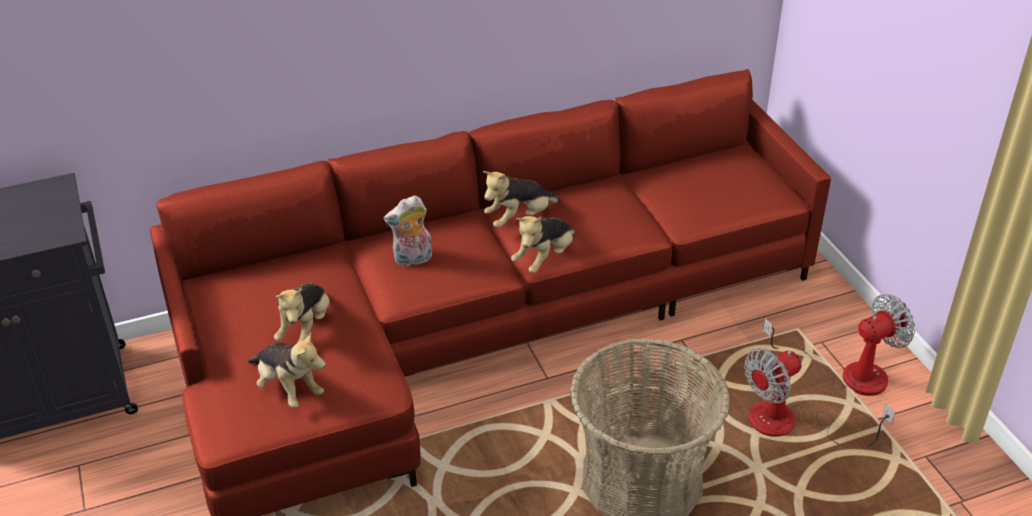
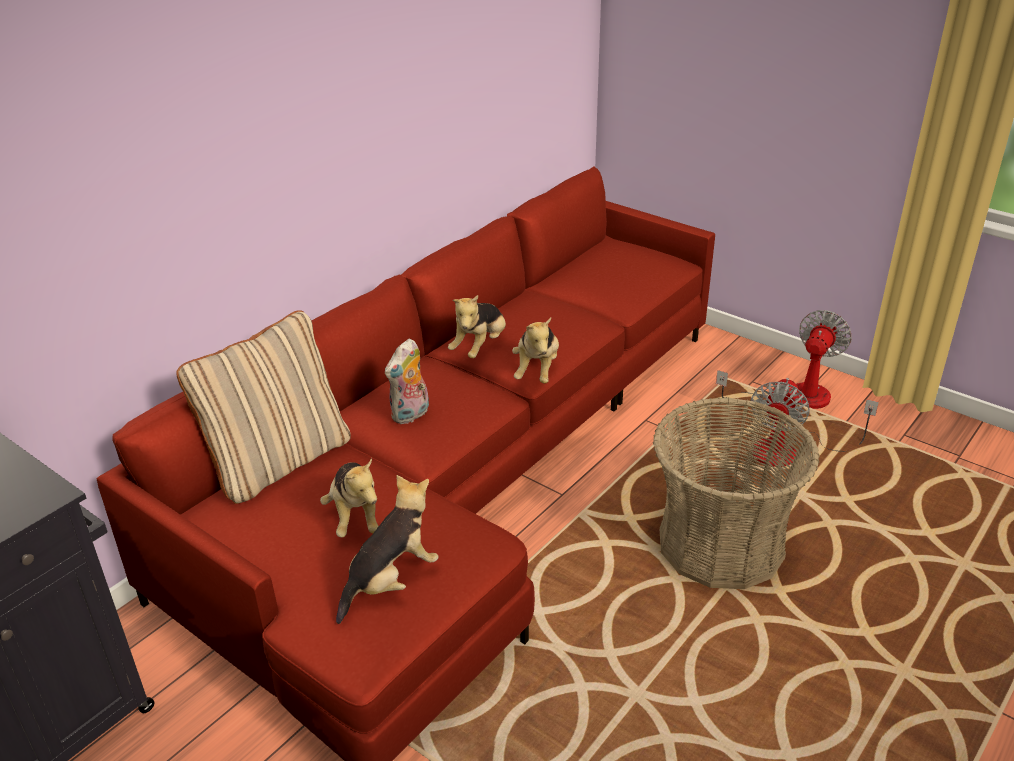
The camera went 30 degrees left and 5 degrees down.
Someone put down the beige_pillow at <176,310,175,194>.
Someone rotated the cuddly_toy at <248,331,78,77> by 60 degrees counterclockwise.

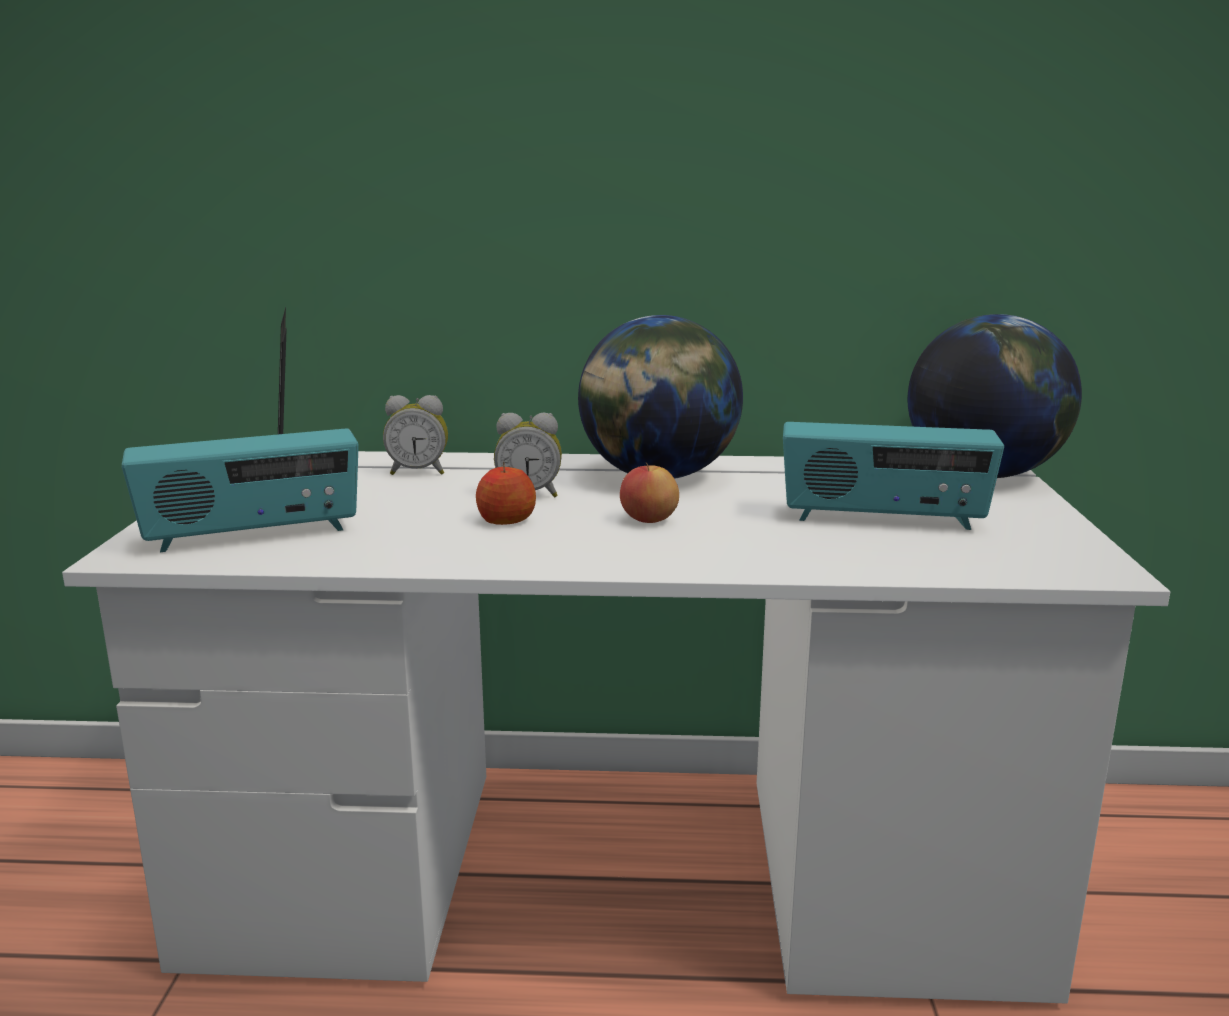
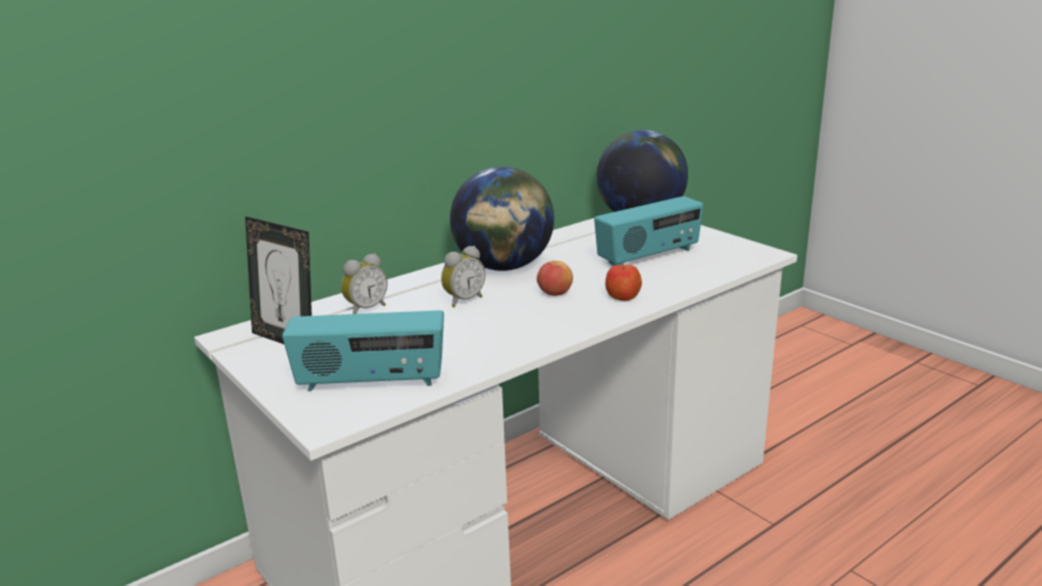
The camera went 40 degrees left and 5 degrees up.
Someone rotated the radio_receiver at <122,429,237,123> by 60 degrees clockwise.
Someone carried the whole_apple from <476,462,60,63> to <605,263,37,38>.

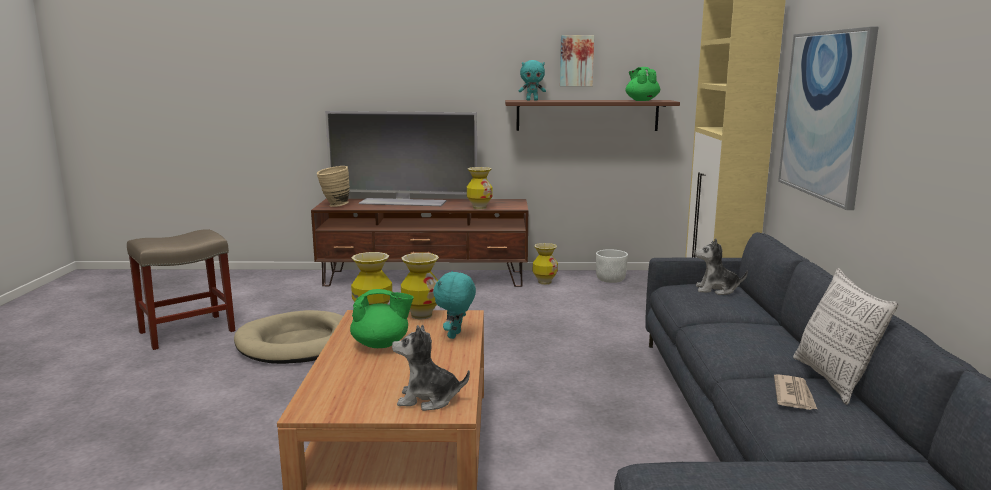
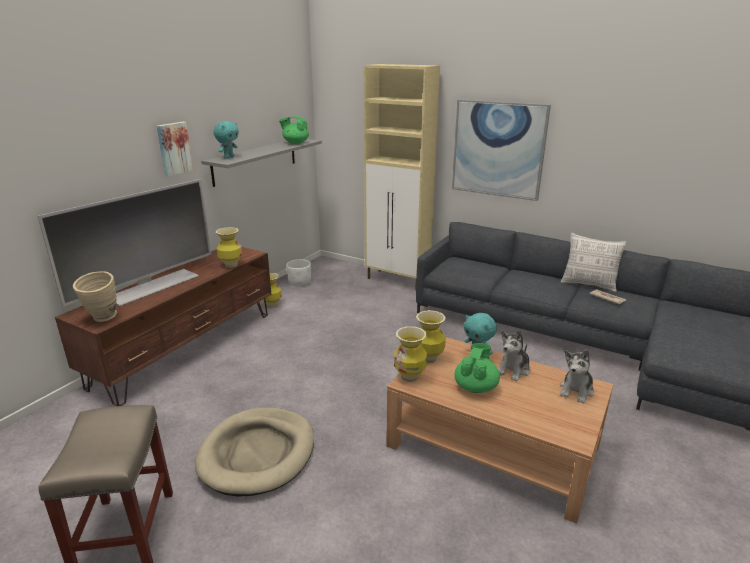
The camera went 60 degrees left and 10 degrees up.
Someone carried the picture from <560,35,34,51> to <157,122,36,54>.
Someone repainted the brown-coloured_shelf at <505,100,175,31>, which became the gray_shelf at <201,139,121,48>.
Someone carried the cuddly_toy from <695,239,53,56> to <498,331,32,50>.

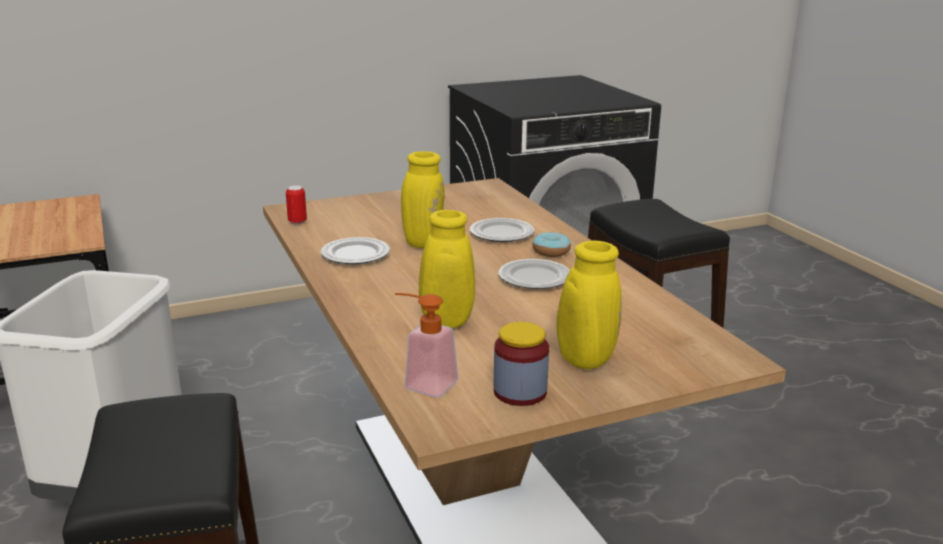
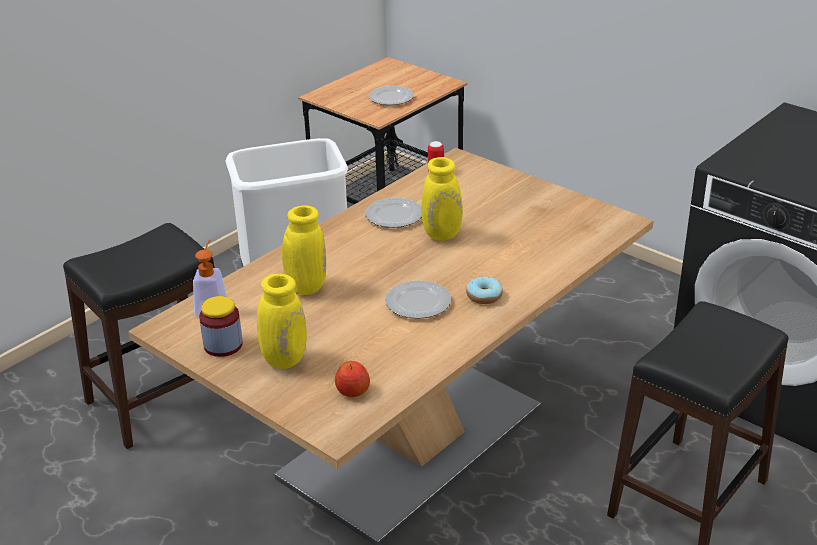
The camera went 65 degrees right and 10 degrees up.
Someone put down the whole_apple at <335,361,35,36>.
Someone carried the plate from <470,218,65,24> to <369,86,45,19>.

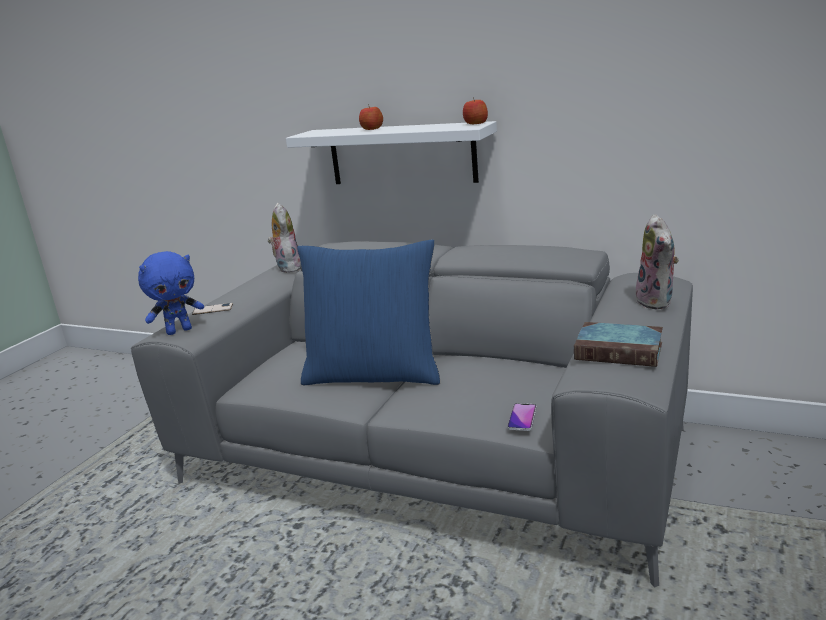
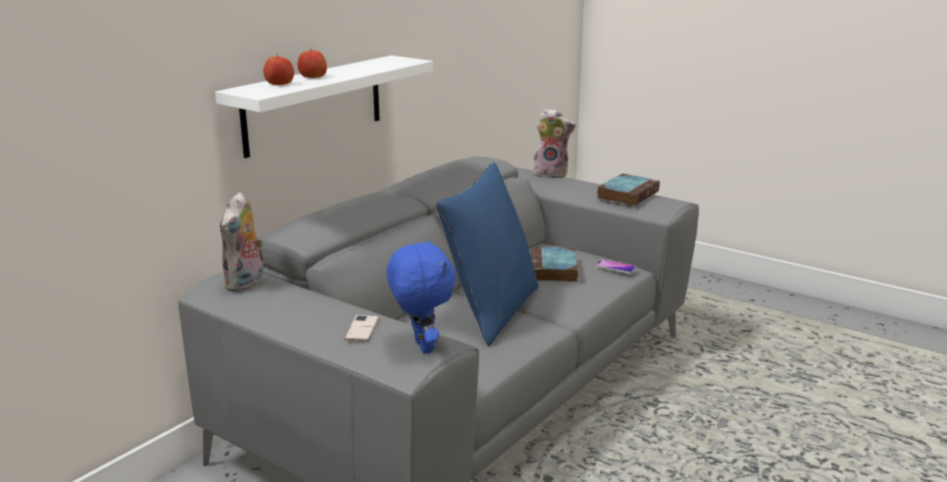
The camera went 80 degrees left and 0 degrees up.
Someone rotated the cuddly_toy at <268,203,33,70> by 75 degrees counterclockwise.
Someone carried the whole_apple from <463,97,25,27> to <263,54,31,31>.
Someone put down the bound_book at <531,247,47,35>.

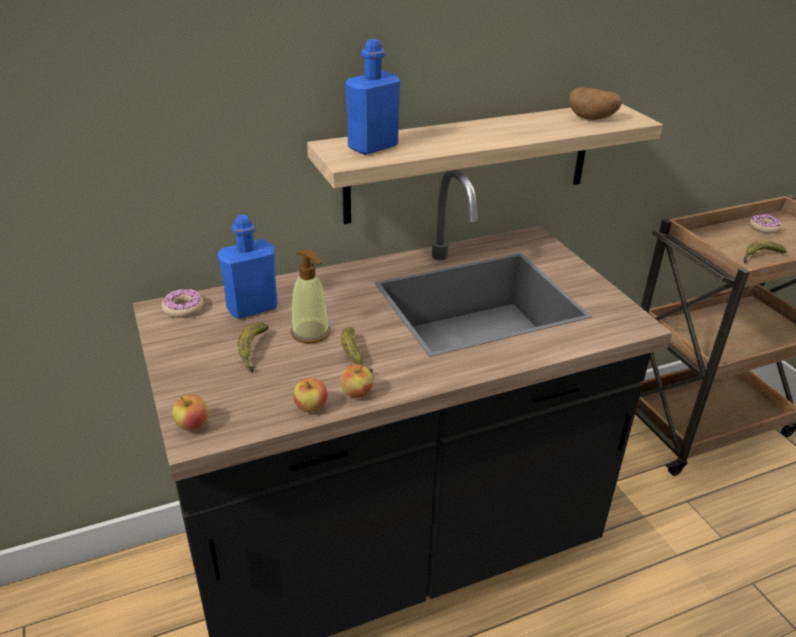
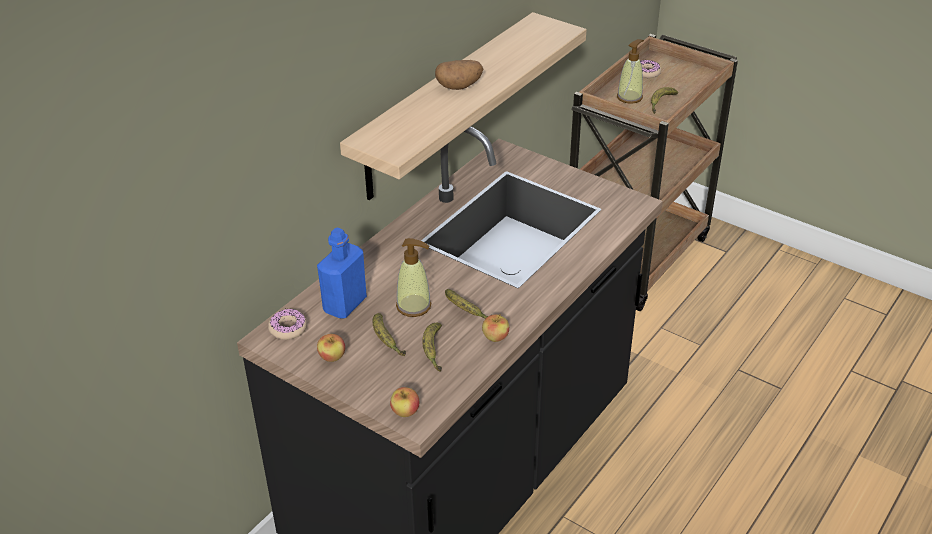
The camera went 30 degrees left and 5 degrees up.
Someone carried the whole_apple from <293,378,35,34> to <317,334,28,28>.
Someone put down the whole_banana at <422,322,20,50>.
Someone carried the spud from <568,87,54,33> to <435,60,49,30>.
Someone put down the soap_bottle at <617,39,27,65>.
Someone took away the bluish_beverage_bottle at <345,39,55,116>.

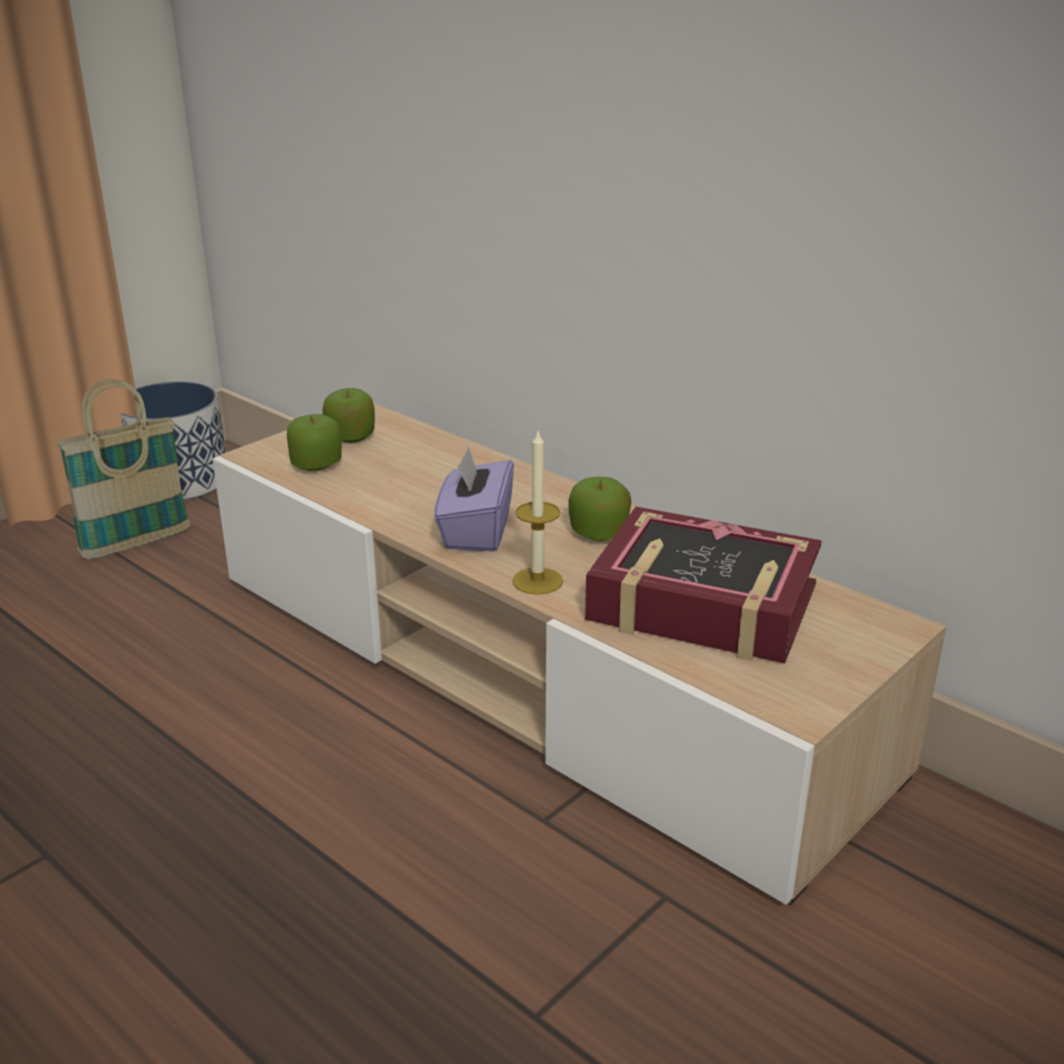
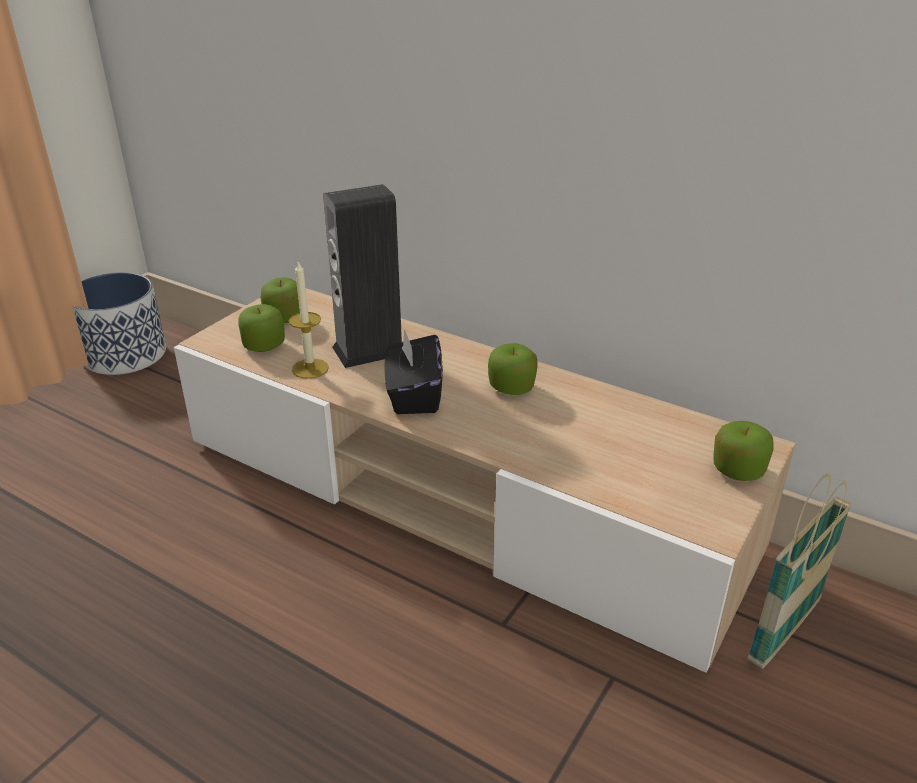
The camera went 10 degrees left and 5 degrees up.
Someone carried the candle from <512,431,51,164> to <289,260,40,119>.
Someone put down the audio_speaker at <323,184,79,184>.
Someone repainted the purple-coloured_box_of_tissues at <434,447,80,105>, which became the blackish_box_of_tissues at <384,329,59,85>.
Someone put down the whole_apple at <713,421,61,60>.
Someone carried the household_basket from <57,379,133,180> to <747,472,105,197>.
Someone took away the bound_book at <585,507,237,157>.

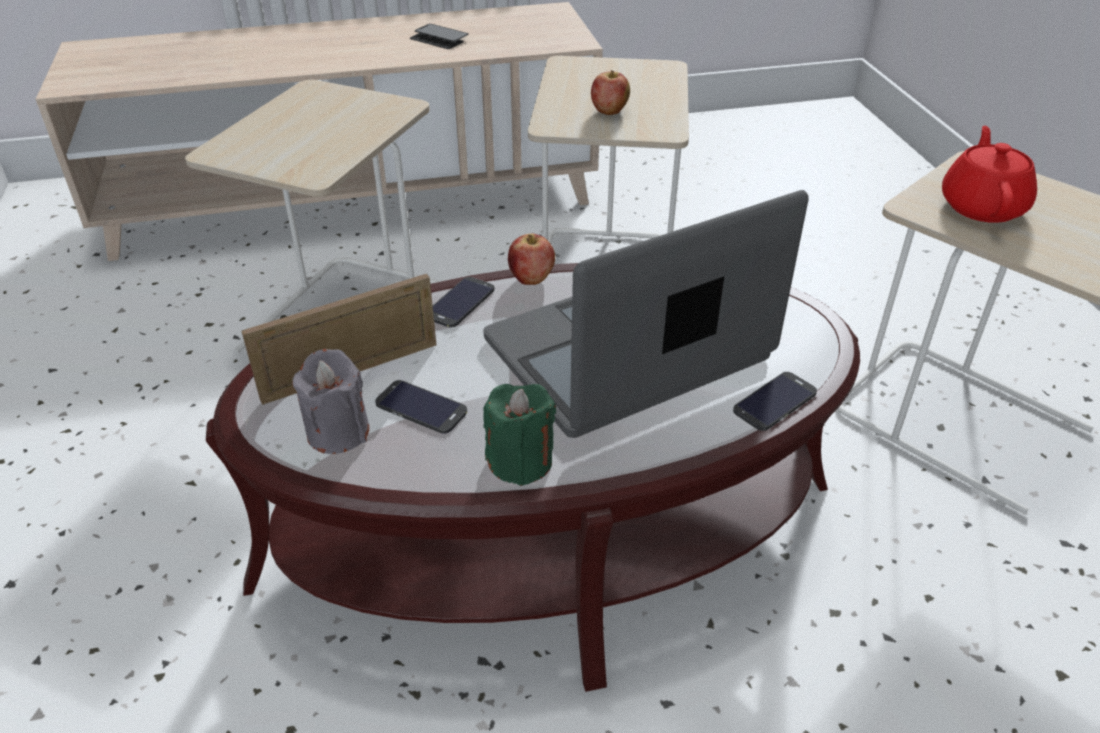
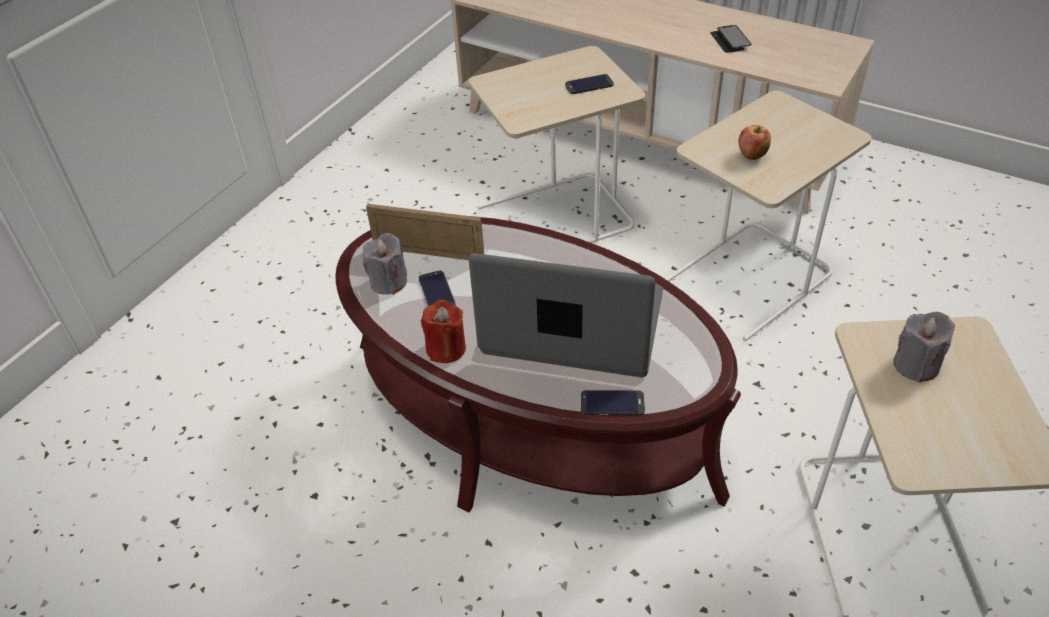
The camera went 45 degrees right and 5 degrees up.
Someone repainted the green-coloured_candle at <483,384,73,102>, which became the red-coloured_candle at <421,300,45,63>.
Someone carried the telephone from <433,277,61,51> to <565,74,49,20>.
Someone swapped the red-coloured_tea_pot at <942,126,95,97> for the gray_candle at <894,312,61,71>.
Someone took away the whole_apple at <508,234,47,51>.

